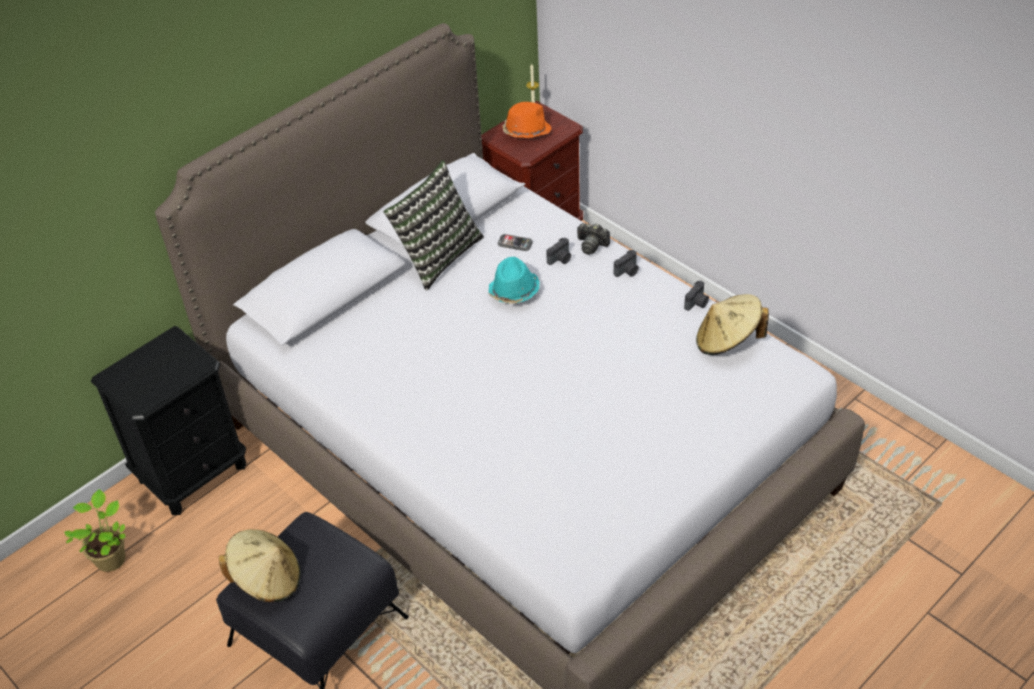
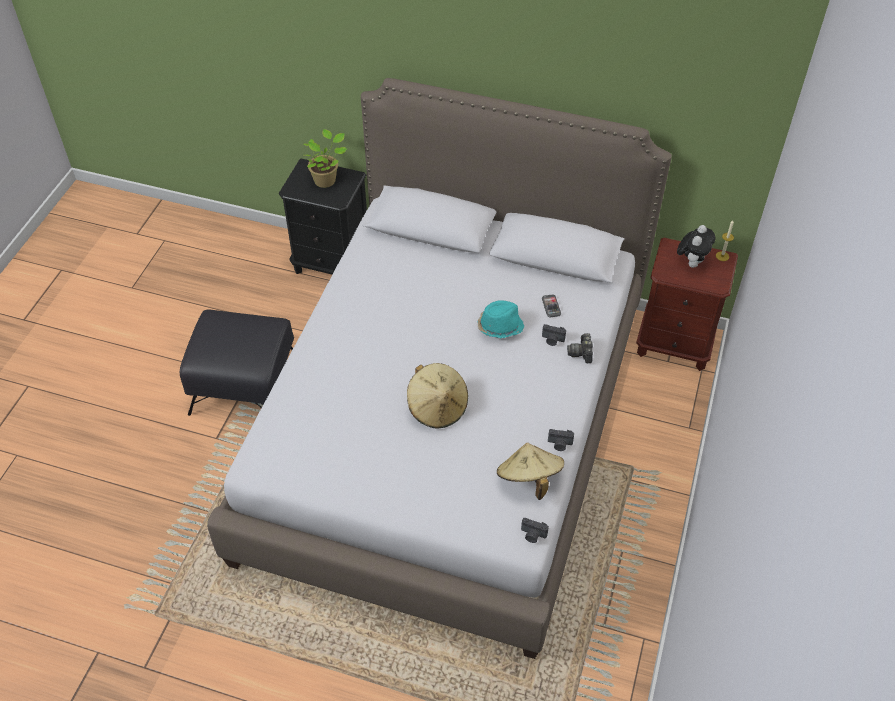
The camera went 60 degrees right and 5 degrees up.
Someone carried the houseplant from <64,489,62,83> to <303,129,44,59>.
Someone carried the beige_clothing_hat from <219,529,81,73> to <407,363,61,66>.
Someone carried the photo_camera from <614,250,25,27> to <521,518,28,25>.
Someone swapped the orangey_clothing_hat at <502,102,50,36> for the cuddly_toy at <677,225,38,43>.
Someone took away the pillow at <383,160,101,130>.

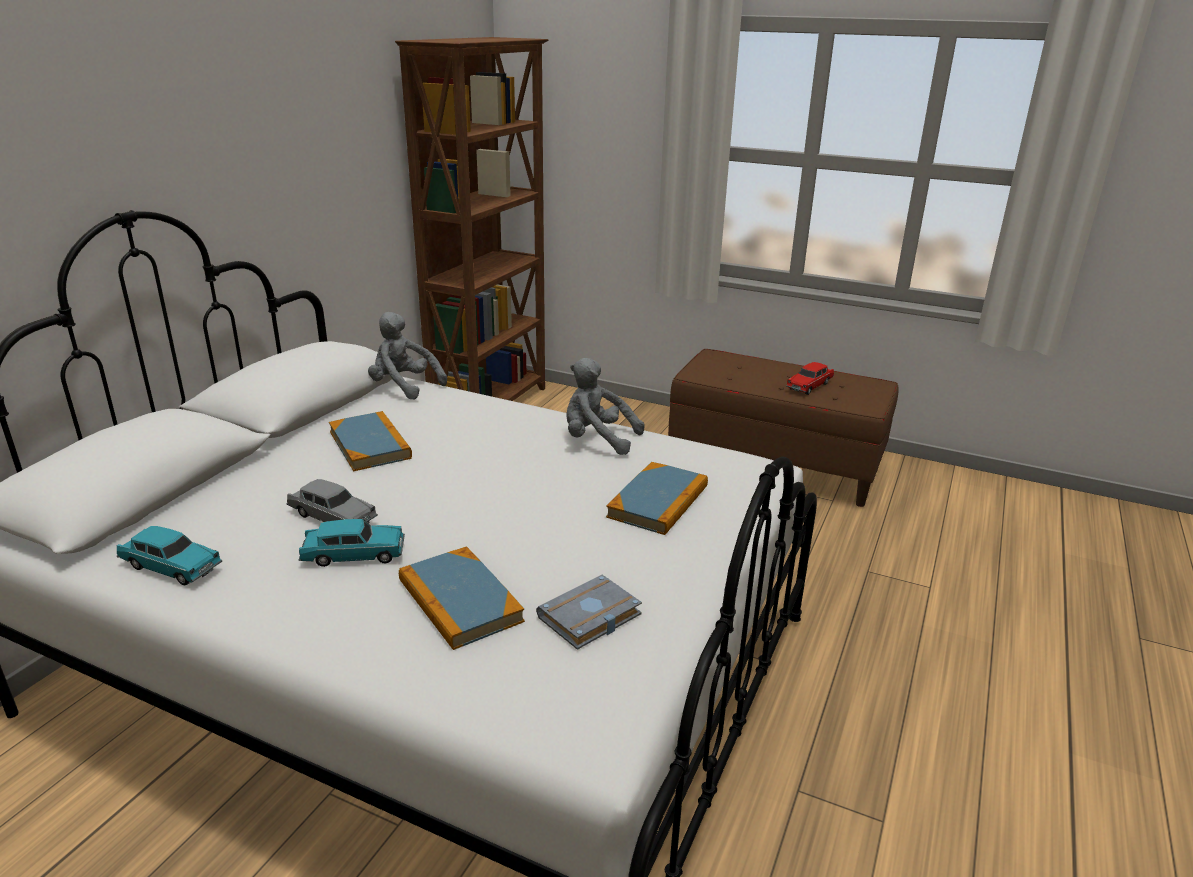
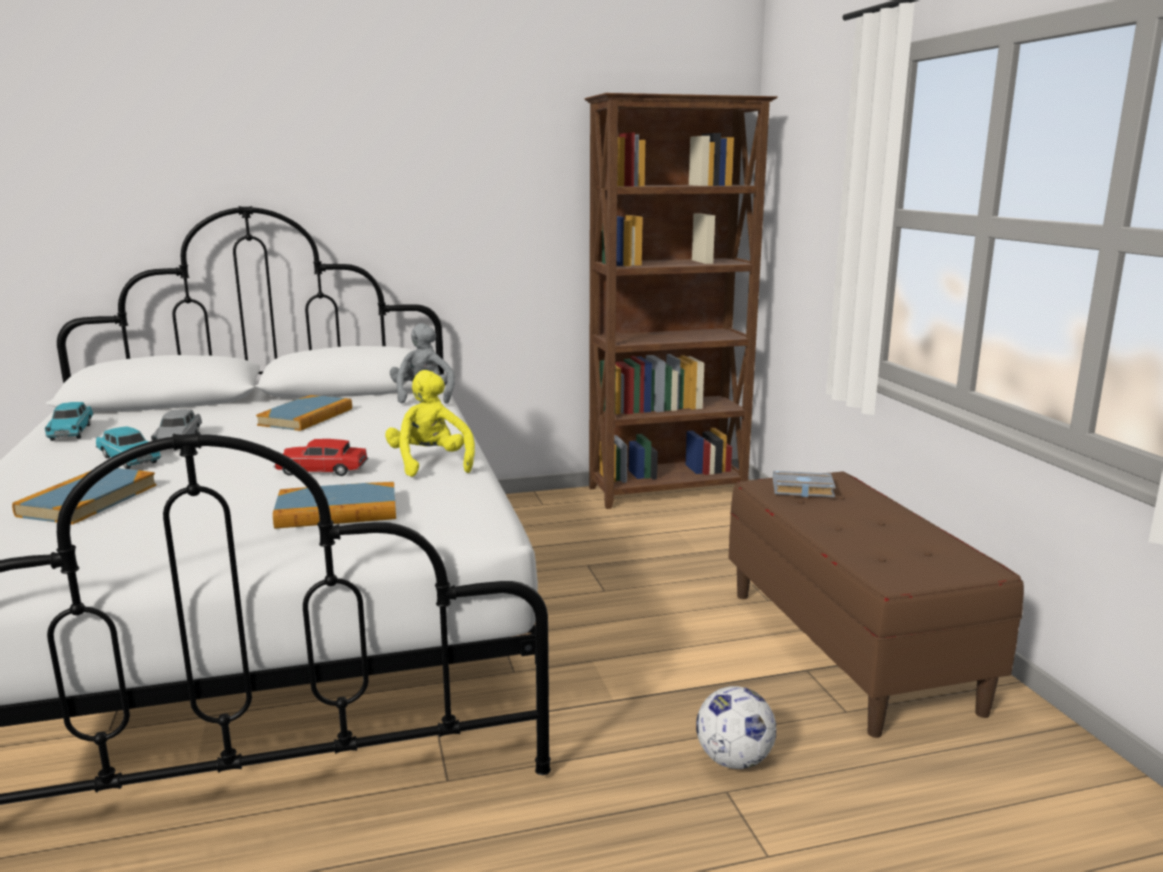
The camera went 50 degrees right and 10 degrees down.
Someone carried the red-coloured_toy_car from <786,362,48,33> to <273,439,95,37>.
Someone repainted the gray_cuddly_toy at <566,358,78,97>, which became the yellowish_cuddly_toy at <385,370,90,107>.
Someone put down the football at <696,686,81,83>.
Someone carried the gray_bound_book from <536,575,106,75> to <773,471,63,26>.

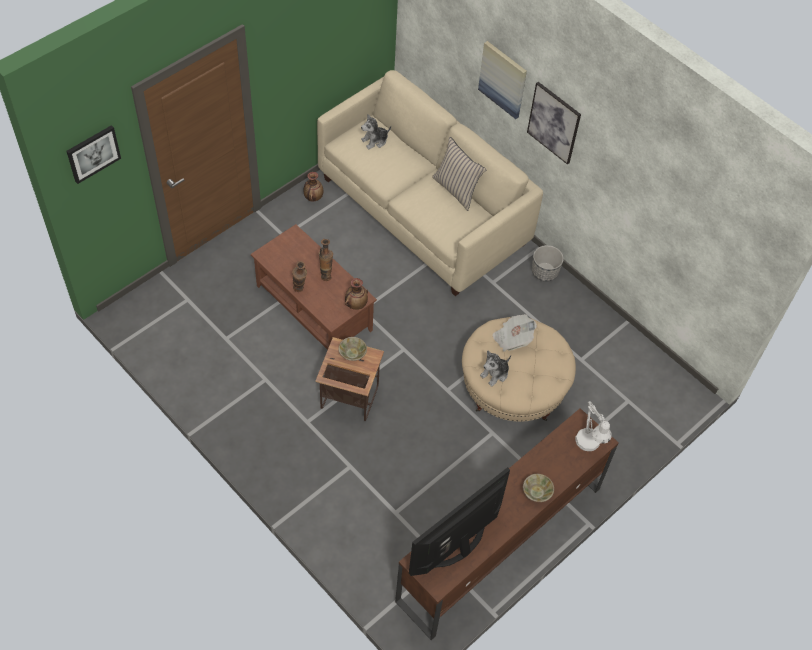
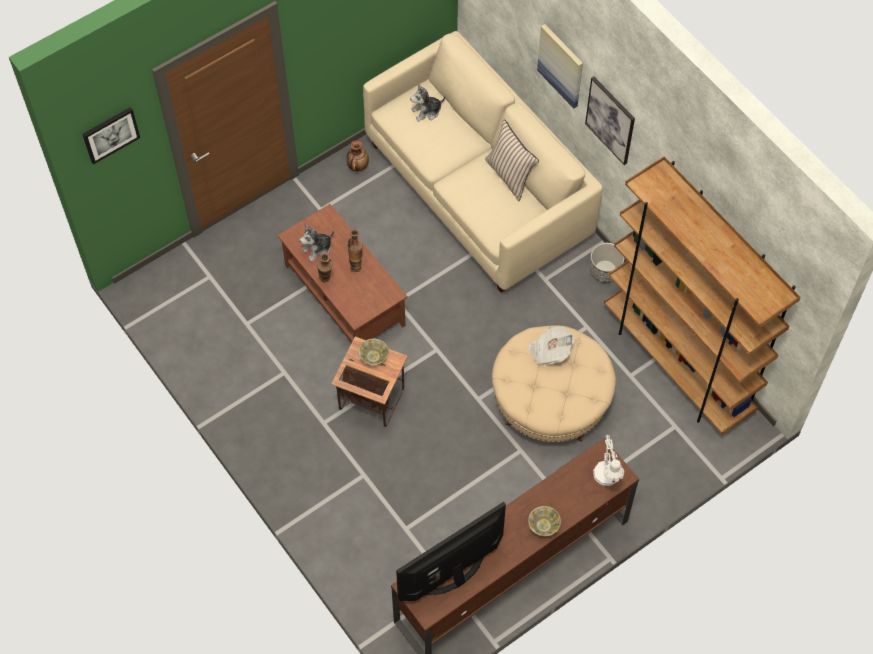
The camera went 10 degrees right and 5 degrees up.
Someone carried the cuddly_toy from <480,350,31,36> to <299,224,35,38>.
Someone put down the brown-coloured_bookcase at <604,156,197,279>.
Someone took away the flower_vase at <345,278,23,32>.

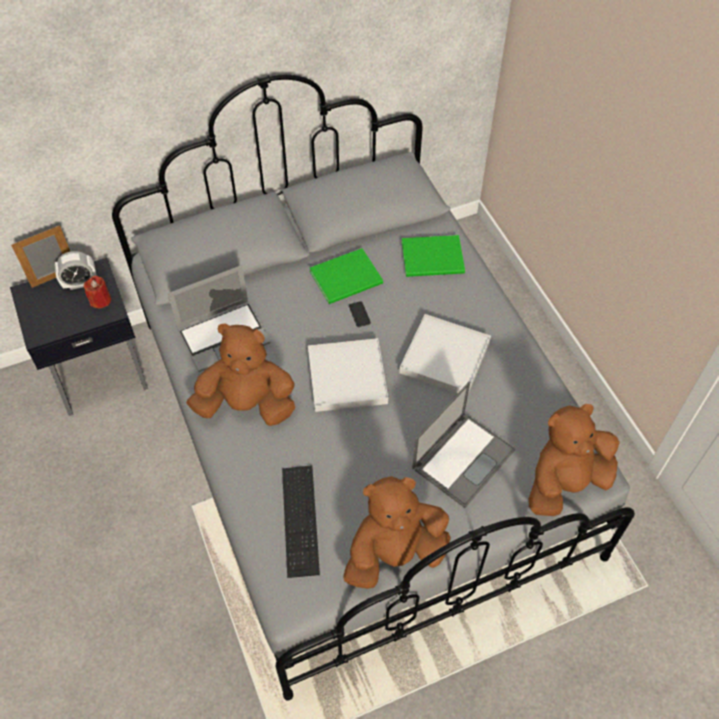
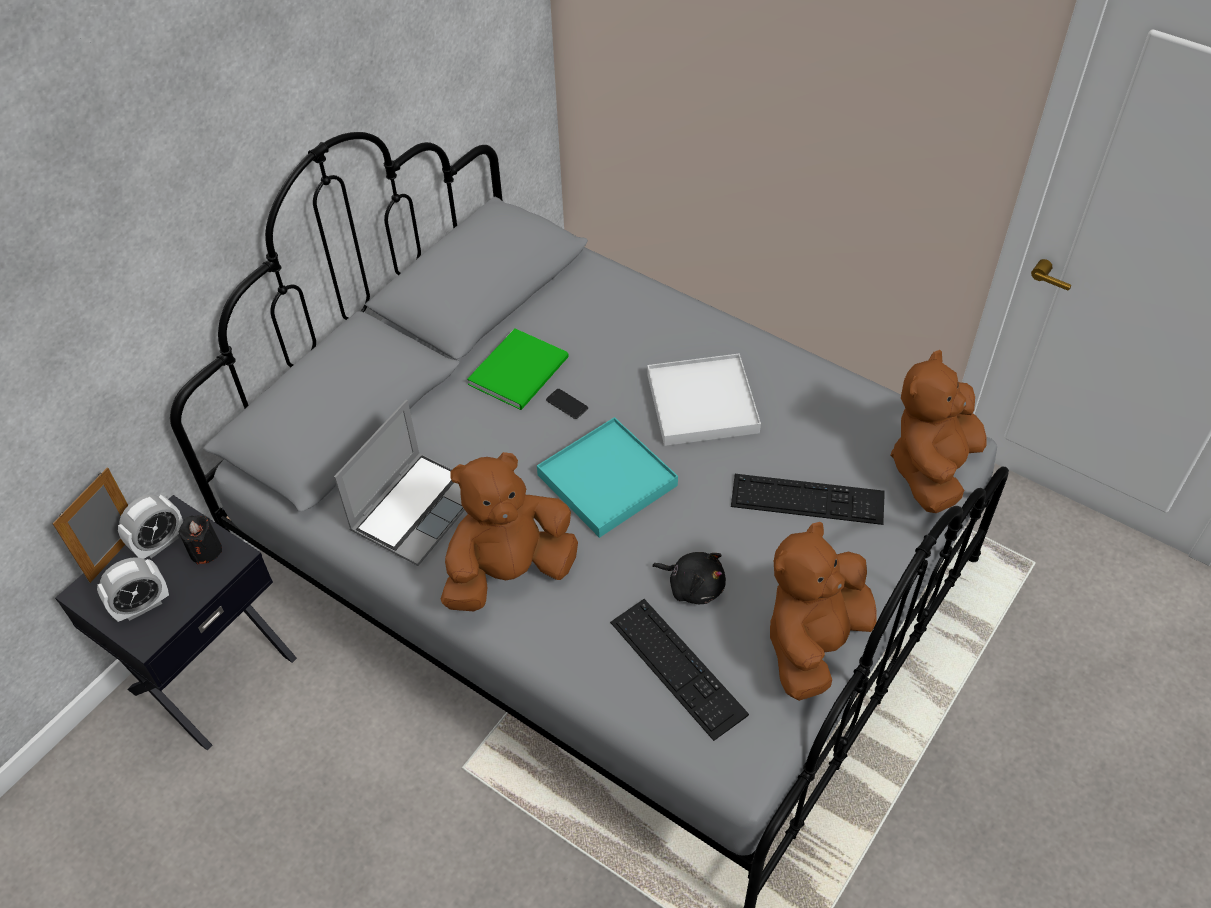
The camera went 30 degrees left and 5 degrees down.
Someone put down the table_clock at <97,557,72,65>.
Someone repainted the red-coloured_candle at <84,276,27,32>, which became the blackish_candle at <179,515,43,50>.
Someone repainted the white-coloured_carrying_tray at <308,338,80,74>, which became the turquoise-coloured_carrying_tray at <537,417,141,121>.
Someone put down the blackish_cuddly_toy at <652,552,74,52>.
Someone swapped the portable_computer at <412,382,104,126> for the PC_keyboard at <731,474,154,51>.
Someone took away the green-coloured_bound_book at <402,235,63,42>.

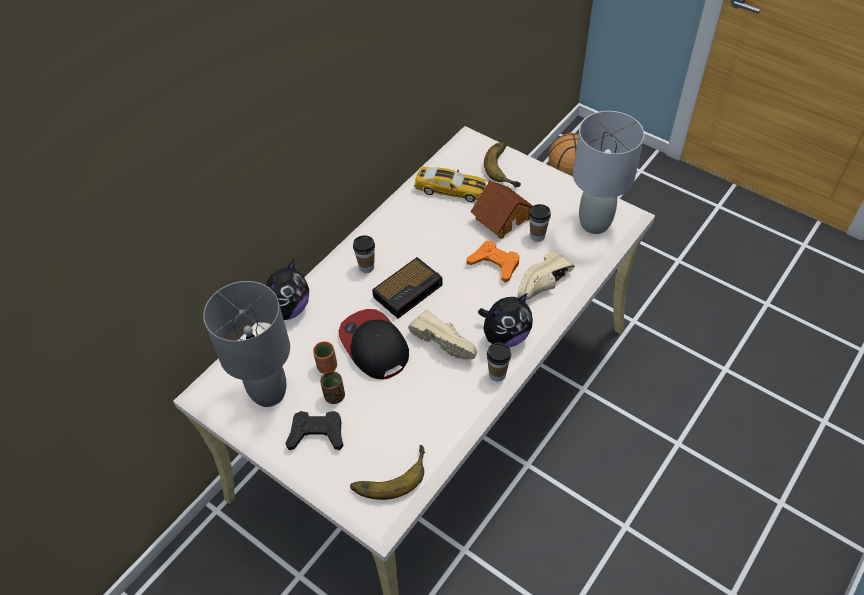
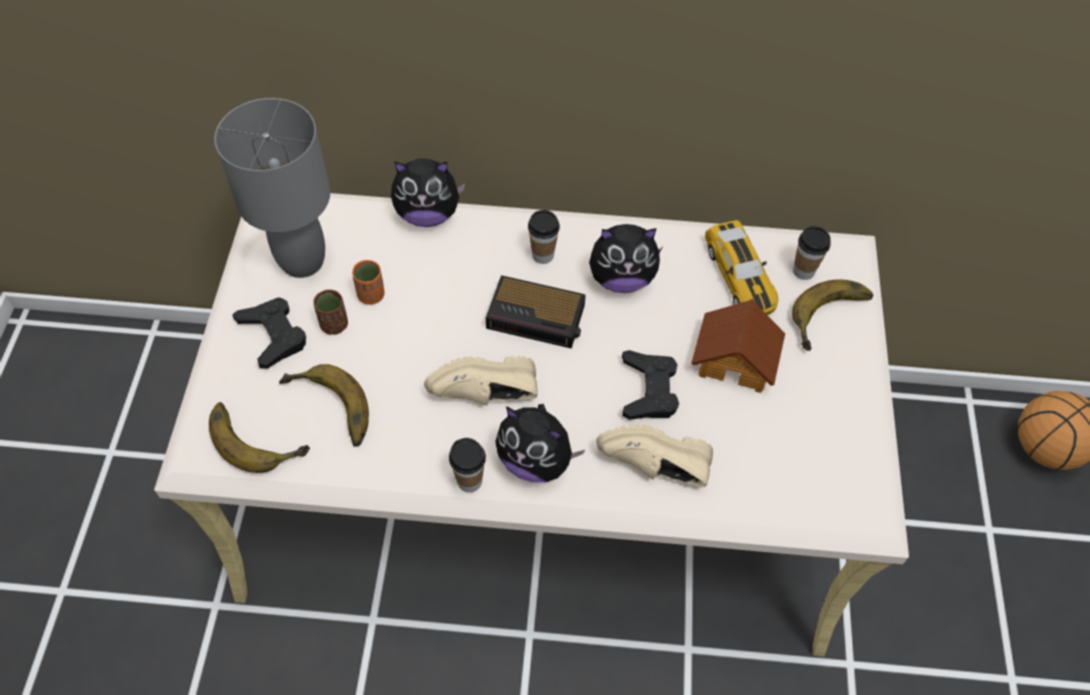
The camera went 55 degrees right and 5 degrees up.
Someone put down the whole_banana at <279,364,90,83>.
Someone rotated the beige_low_shoe at <408,310,69,50> by 75 degrees clockwise.
Someone put down the cuddly_toy at <589,224,74,69>.
Someone repainted the orangey_gamepad at <467,241,53,41>, which became the blackish_gamepad at <622,350,57,70>.
Someone carried the cup from <529,204,22,38> to <793,226,38,54>.
Someone took away the peaked_cap at <339,309,70,70>.
Someone took away the gray_table_lamp at <573,111,71,123>.

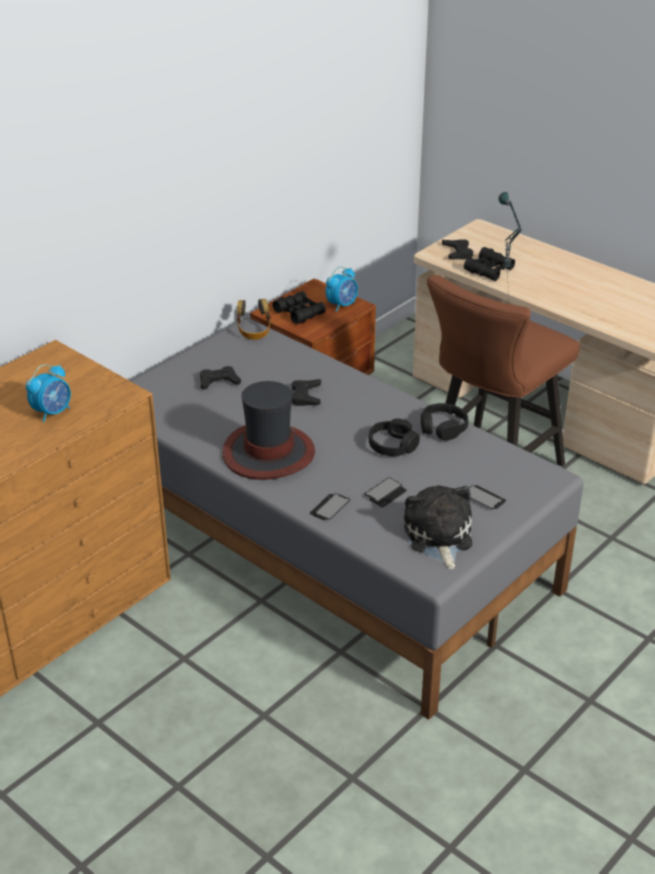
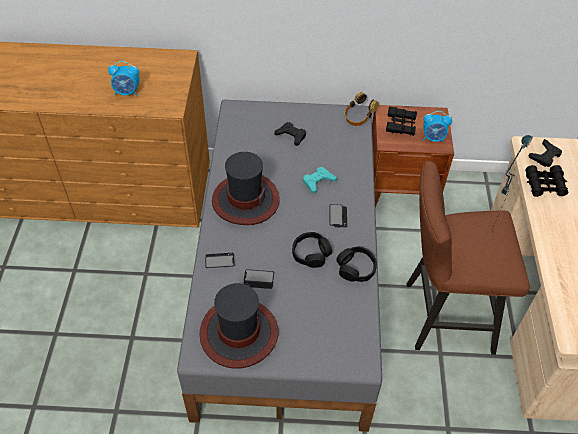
The camera went 50 degrees right and 15 degrees up.
Someone swapped the cuddly_toy at <404,485,68,85> for the clothing_hat at <199,283,80,86>.
Someone repainted the blackish_gamepad at <291,379,30,27>, which became the turquoise-coloured_gamepad at <303,167,34,26>.
Someone carried the telephone from <469,485,37,24> to <329,204,18,24>.

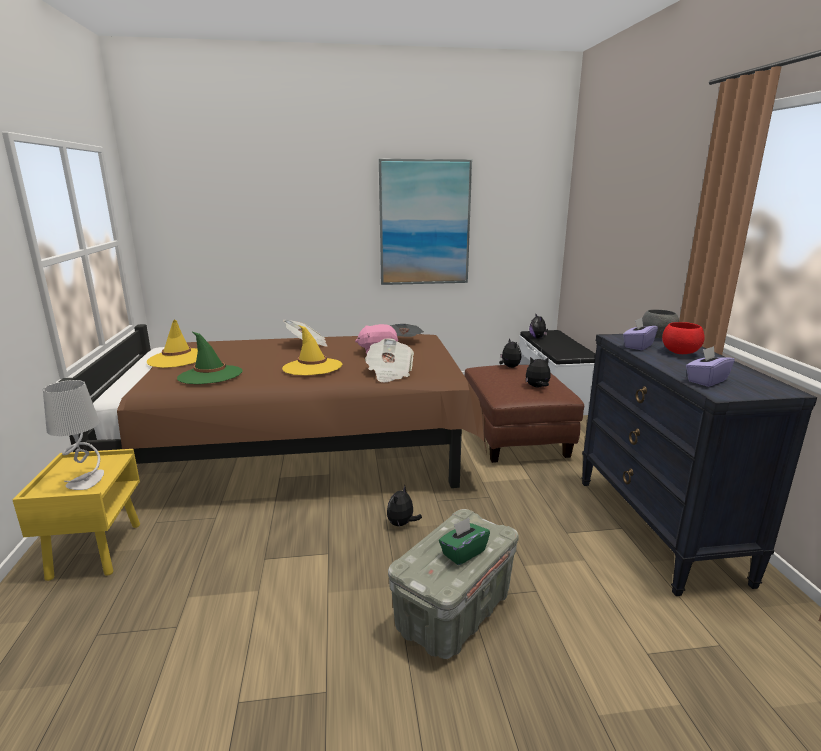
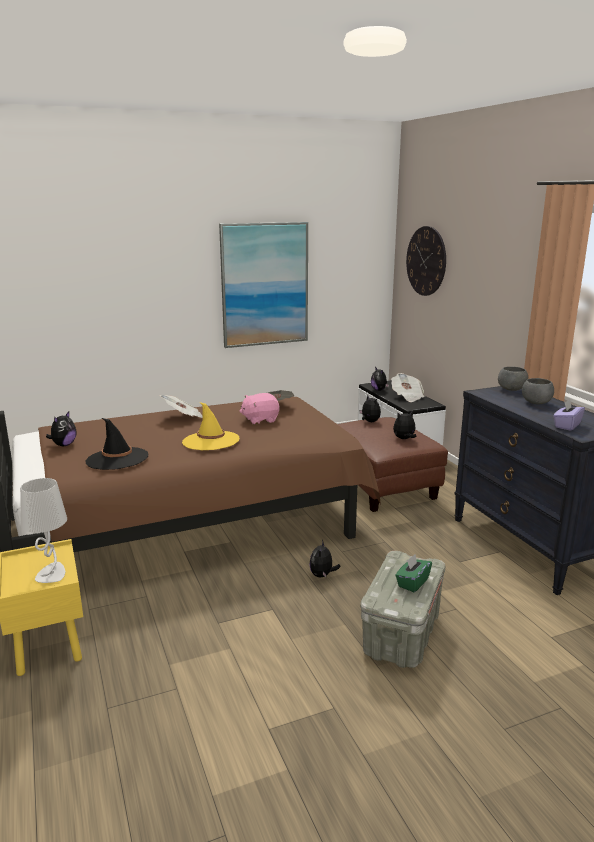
The camera went 15 degrees left and 0 degrees up.
Someone swapped the yellowish_clothing_hat at <147,319,51,49> for the cuddly_toy at <46,412,31,34>.
Someone repainted the green-coloured_clothing_hat at <177,332,66,52>, which became the blackish_clothing_hat at <85,418,63,52>.
Someone carried the daily_paper from <365,338,49,44> to <391,373,34,29>.
Someone put up the clock_on_the_wall at <406,226,40,70>.
Someone repainted the red-coloured_deep_dish at <662,322,43,32>, which became the gray_deep_dish at <522,378,32,26>.
Someone took away the purple-coloured_box_of_tissues at <623,317,35,33>.

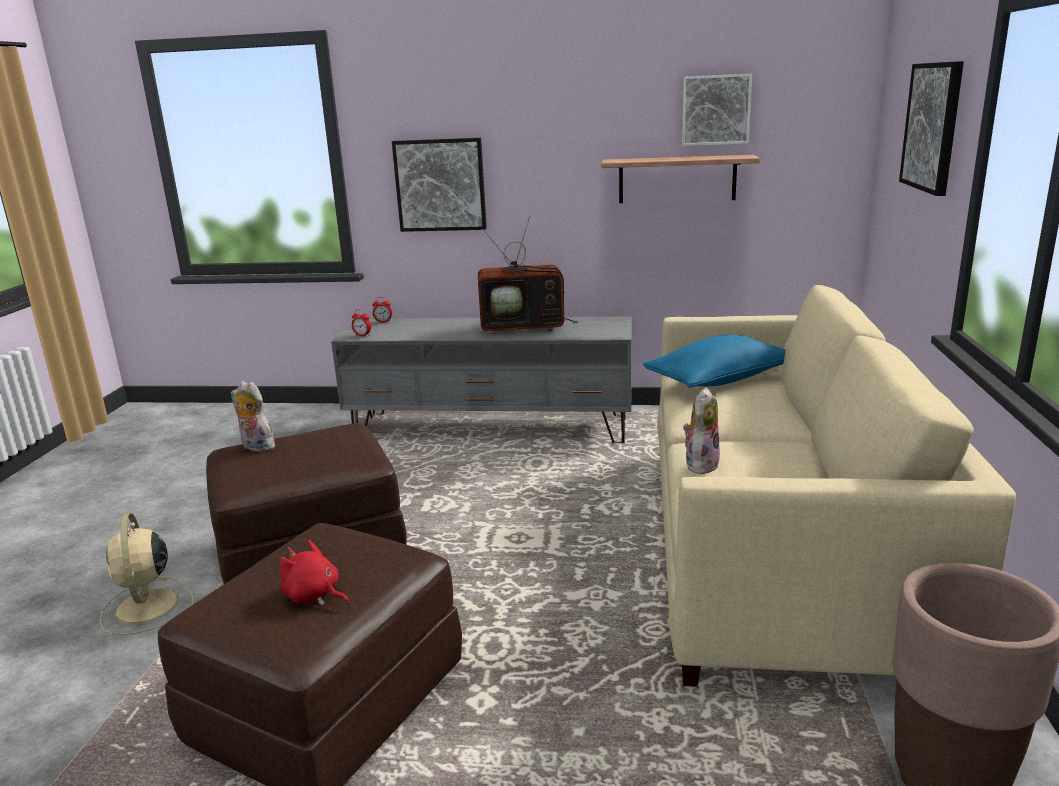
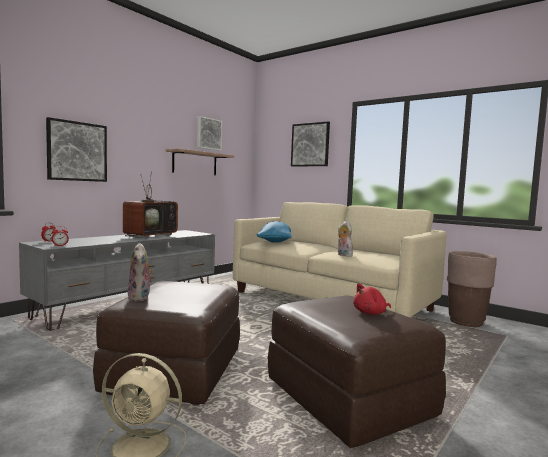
The camera went 60 degrees left and 15 degrees down.
Someone rotated the cuddly_toy at <231,381,44,71> by 75 degrees counterclockwise.

